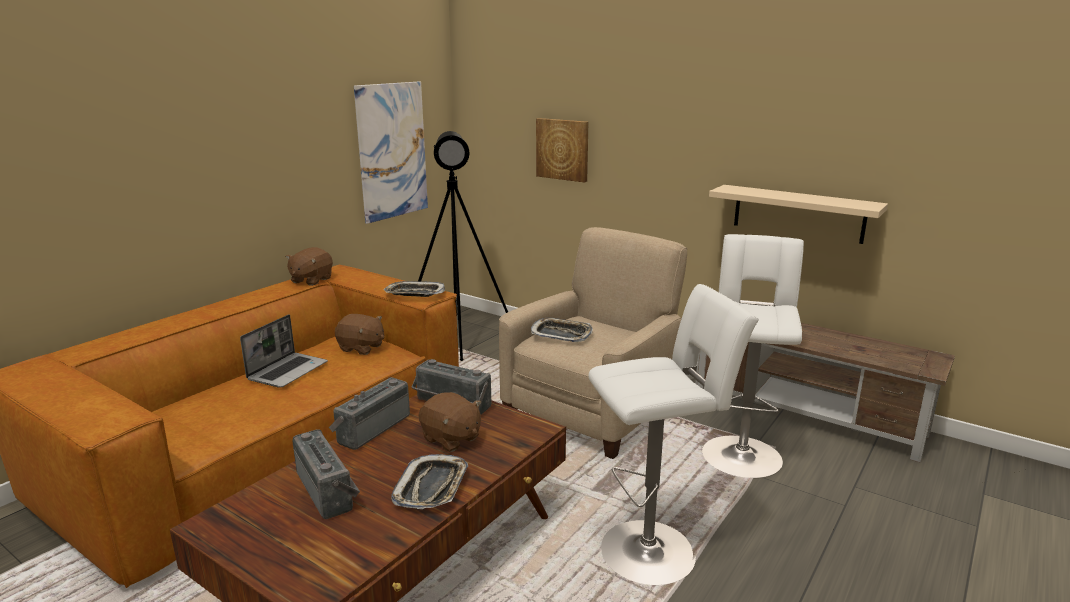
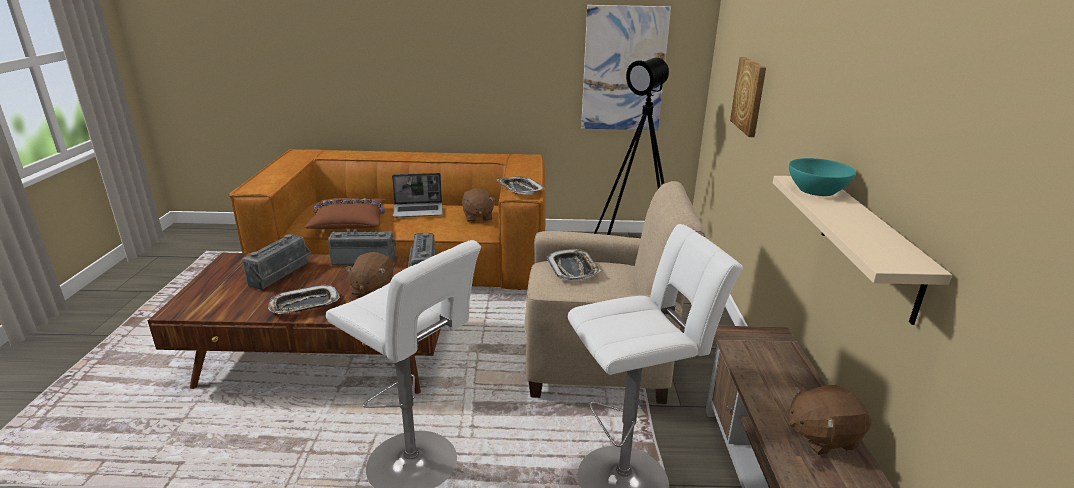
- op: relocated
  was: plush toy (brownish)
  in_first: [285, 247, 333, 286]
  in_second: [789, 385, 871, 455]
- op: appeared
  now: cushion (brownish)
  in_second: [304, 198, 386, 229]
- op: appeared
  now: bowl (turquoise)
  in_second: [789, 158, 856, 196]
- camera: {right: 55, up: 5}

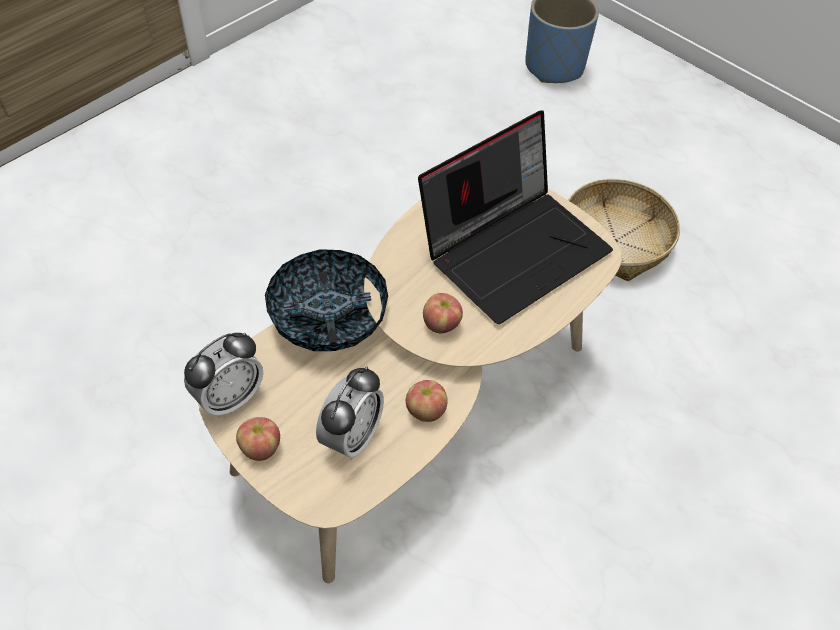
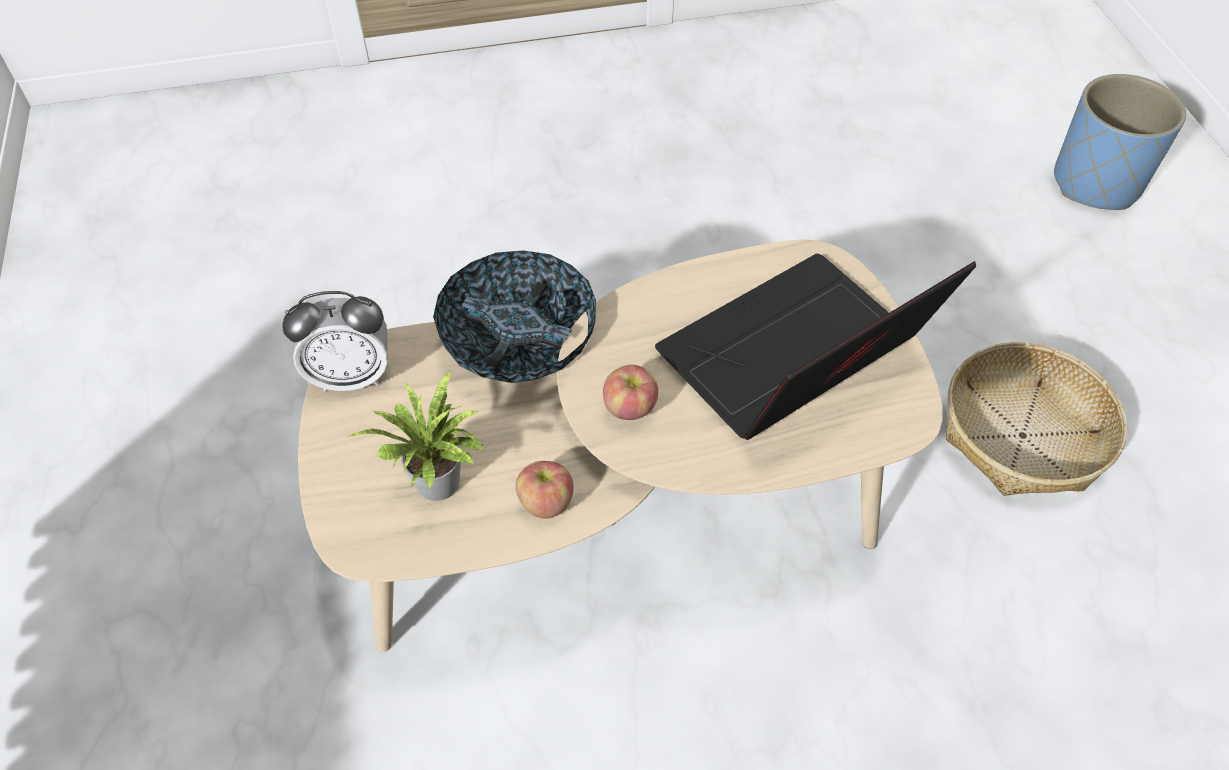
- op: missing
  was: apple
  in_first: [236, 417, 280, 461]
- op: exchanged
  was: bedside clock
  now: potted plant
  in_first: [316, 366, 384, 460]
  in_second: [349, 370, 485, 501]
- op: spun
  was: notebook computer
  in_first: [418, 110, 613, 324]
  in_second: [655, 254, 976, 440]
  clockwise: 150
- camera: {right: 35, up: 0}

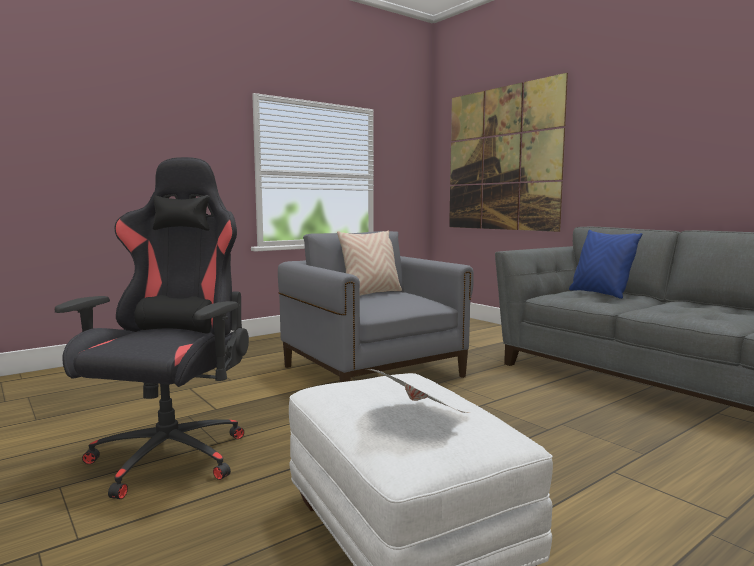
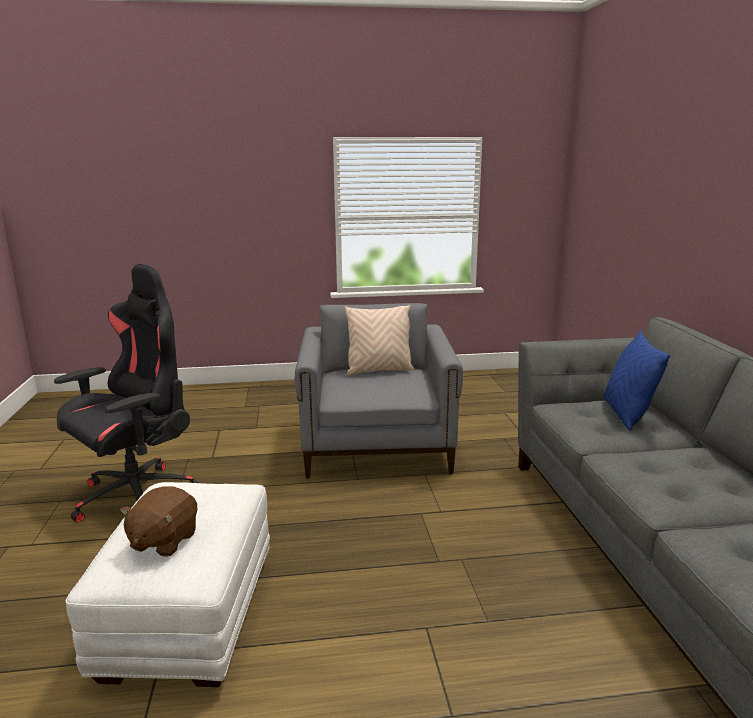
- op: exchanged
  was: newspaper
  now: plush toy (brownish)
  in_first: [365, 369, 470, 413]
  in_second: [120, 486, 197, 557]
- op: missing
  was: picture
  in_first: [449, 73, 568, 232]
- camera: {right: 30, up: 10}

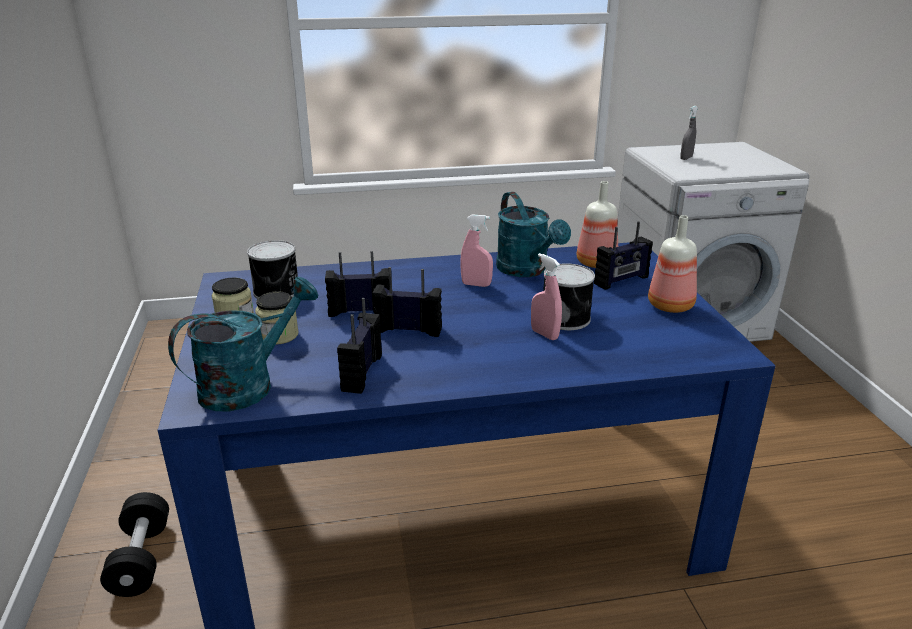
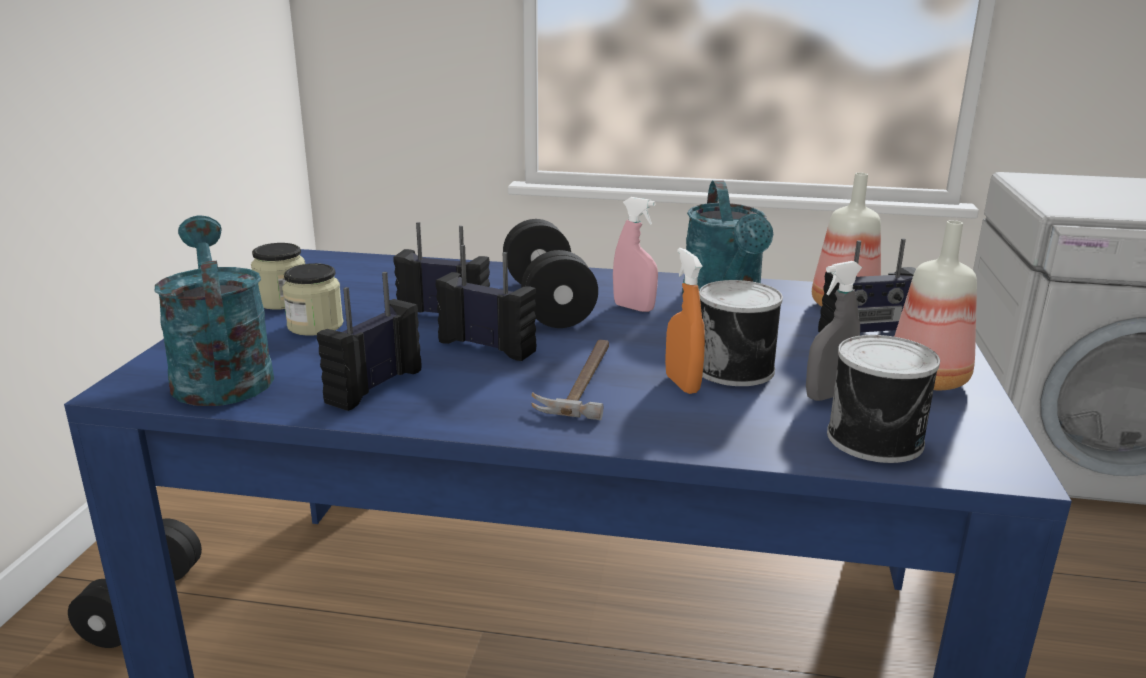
- op: spun
  was: watering can (turquoise)
  in_first: [168, 277, 319, 411]
  in_second: [155, 215, 274, 406]
  clockwise: -90
- op: relocated
  was: can
  in_first: [247, 240, 298, 299]
  in_second: [827, 335, 940, 463]
- op: colour
  was: spray bottle (pinkish)
  now: spray bottle (orange-coloured)
  in_first: [531, 253, 562, 340]
  in_second: [665, 248, 705, 394]
- op: relocated
  was: spray bottle (gray)
  in_first: [680, 106, 698, 160]
  in_second: [806, 261, 862, 401]
- op: appeared
  now: dumbbell (black)
  in_second: [503, 219, 598, 328]
- op: appeared
  now: hammer
  in_second: [531, 340, 609, 420]
- camera: {right: 20, up: -5}

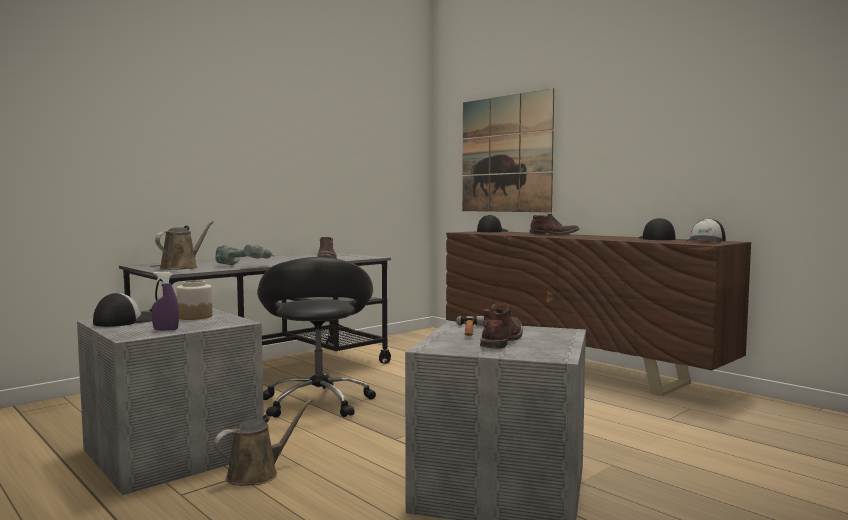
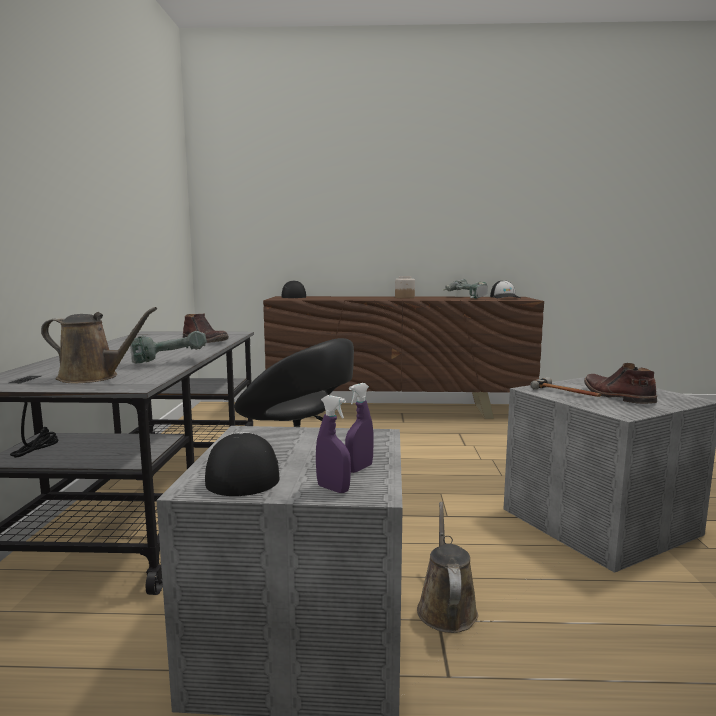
- op: spun
  was: watering can (brownish)
  in_first: [155, 221, 214, 270]
  in_second: [41, 307, 157, 383]
  clockwise: 120
- op: relocated
  was: jar
  in_first: [177, 280, 212, 320]
  in_second: [395, 276, 415, 298]
- op: missing
  was: picture
  in_first: [462, 88, 554, 212]
- op: missing
  was: high-top boot (brownish)
  in_first: [529, 214, 579, 235]
- op: exchanged
  was: cap
  now: electric drill
  in_first: [638, 218, 675, 240]
  in_second: [443, 279, 488, 299]
- op: appeared
  now: spray bottle (purple)
  in_second: [316, 395, 351, 493]
- camera: {right: -45, up: 5}

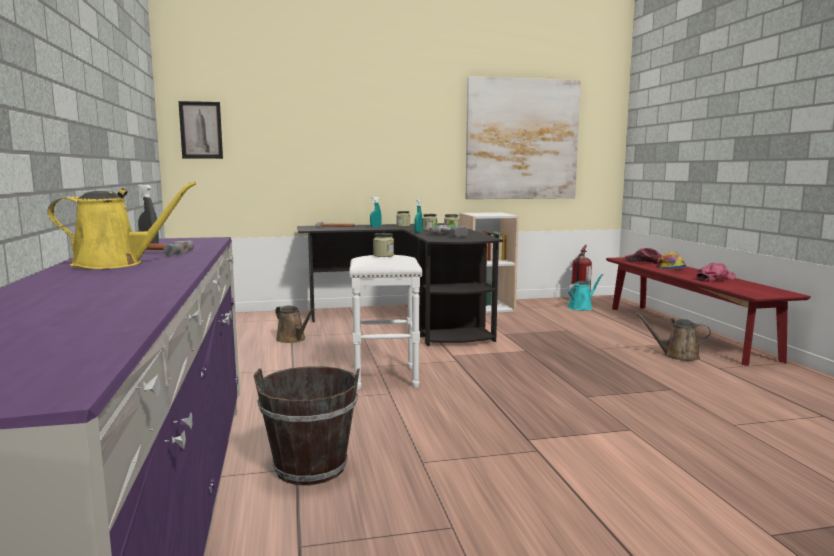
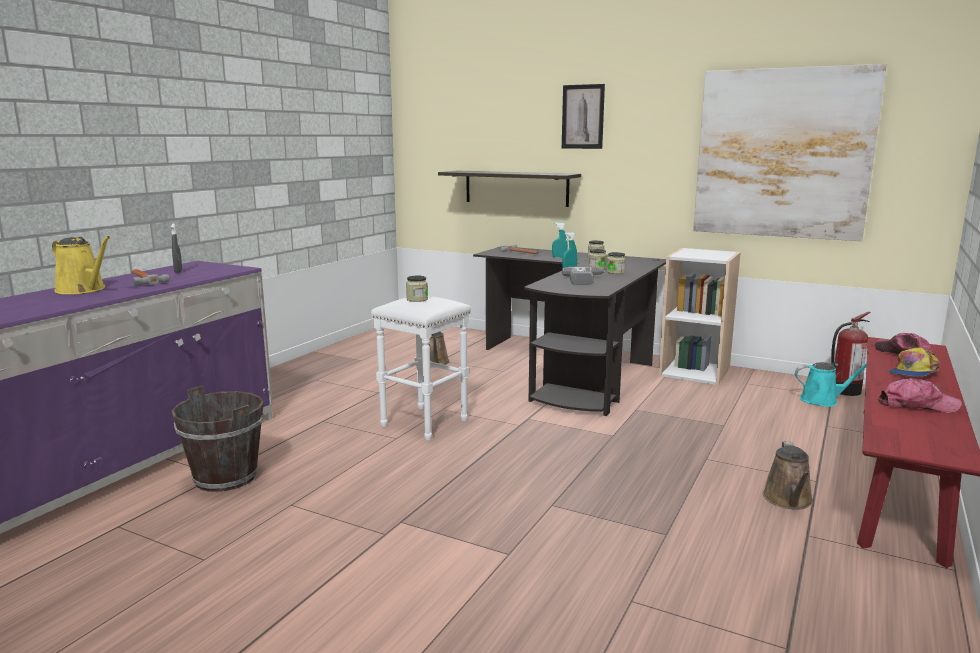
- op: relocated
  was: picture
  in_first: [179, 101, 223, 159]
  in_second: [562, 84, 605, 149]
- op: spun
  was: watering can (brownish)
  in_first: [635, 312, 711, 361]
  in_second: [763, 441, 813, 510]
  clockwise: -135
- op: appeared
  now: wall shelf
  in_second: [438, 171, 581, 207]
- camera: {right: 40, up: 5}

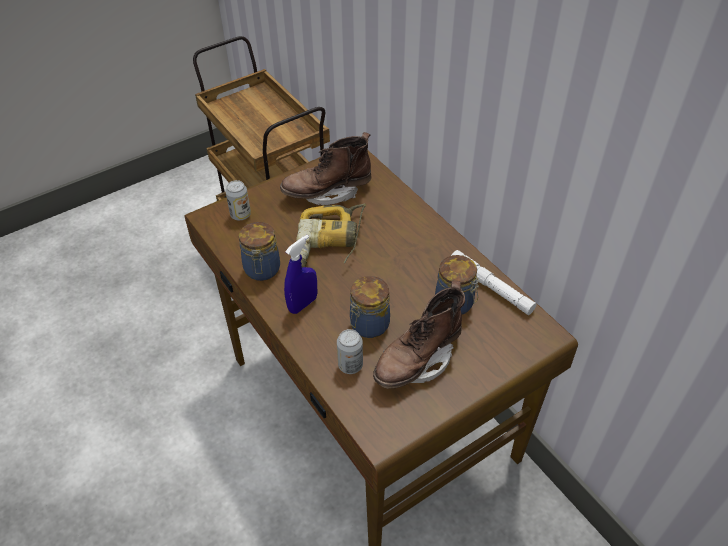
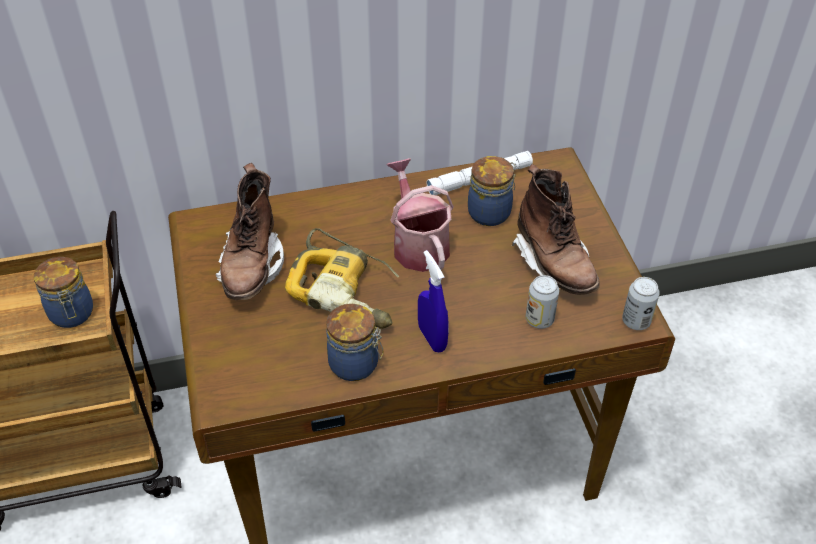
- op: relocated
  was: can
  in_first: [225, 180, 251, 220]
  in_second: [622, 277, 660, 330]
- op: relocated
  was: jar
  in_first: [350, 276, 390, 338]
  in_second: [34, 257, 93, 328]
- op: appeared
  now: watering can
  in_second: [386, 158, 454, 272]
- camera: {right: -70, up: 0}

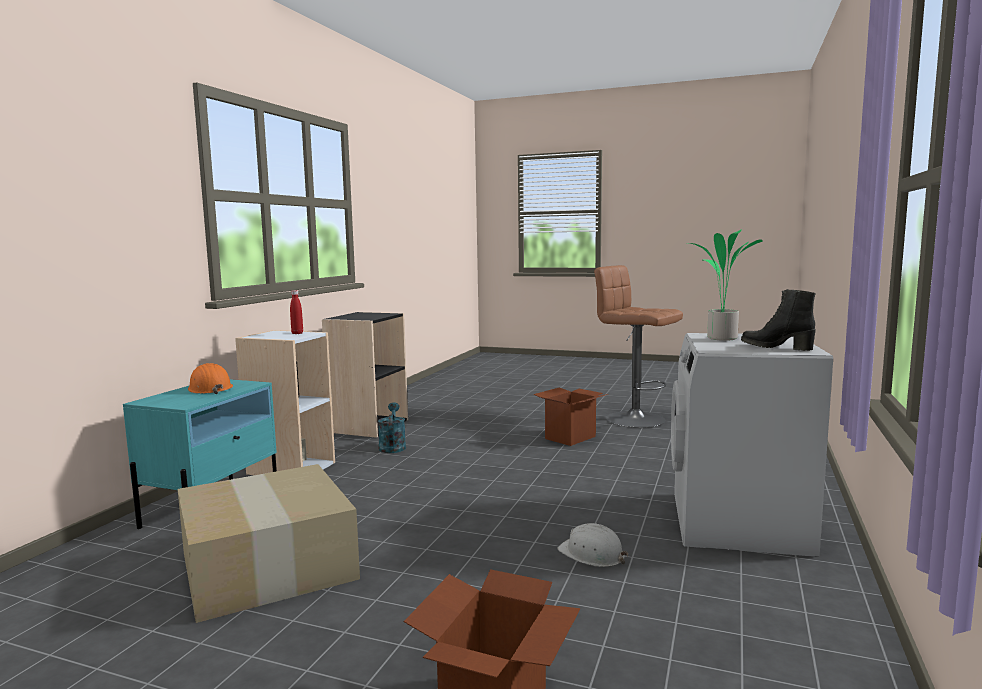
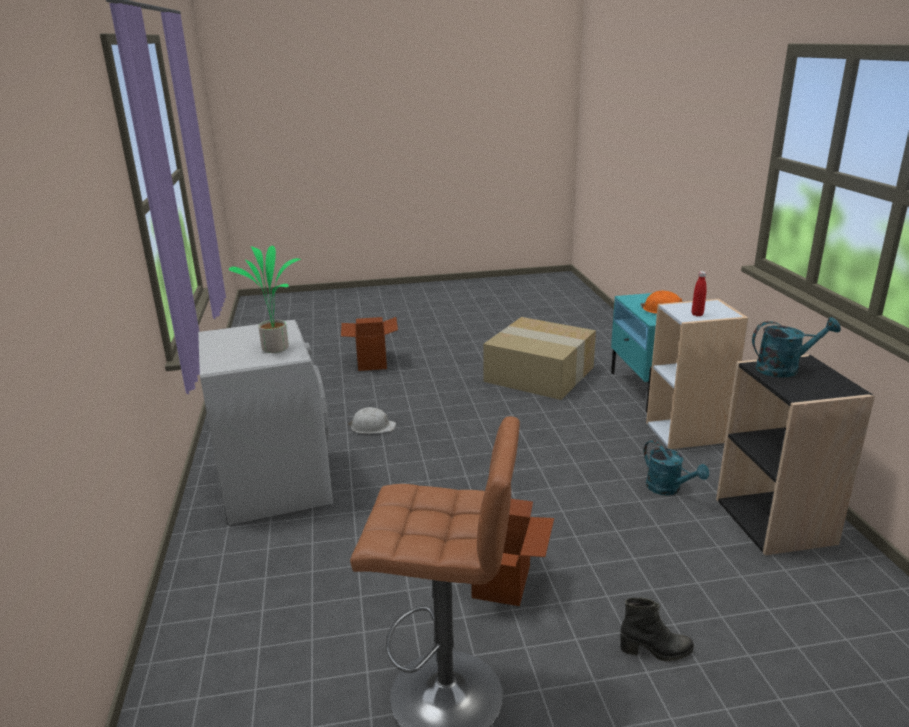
- op: relocated
  was: high-top boot (black)
  in_first: [741, 289, 816, 351]
  in_second: [620, 597, 694, 661]
- op: appeared
  now: watering can (turquoise)
  in_second: [752, 317, 841, 377]
- camera: {right: 150, up: 15}

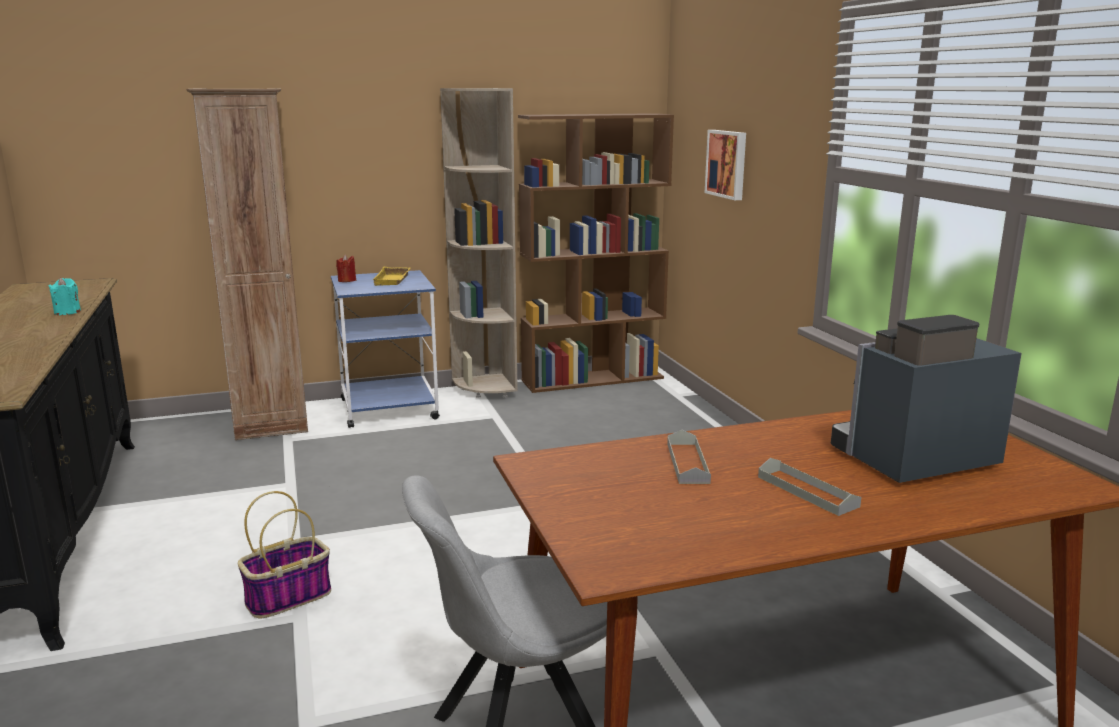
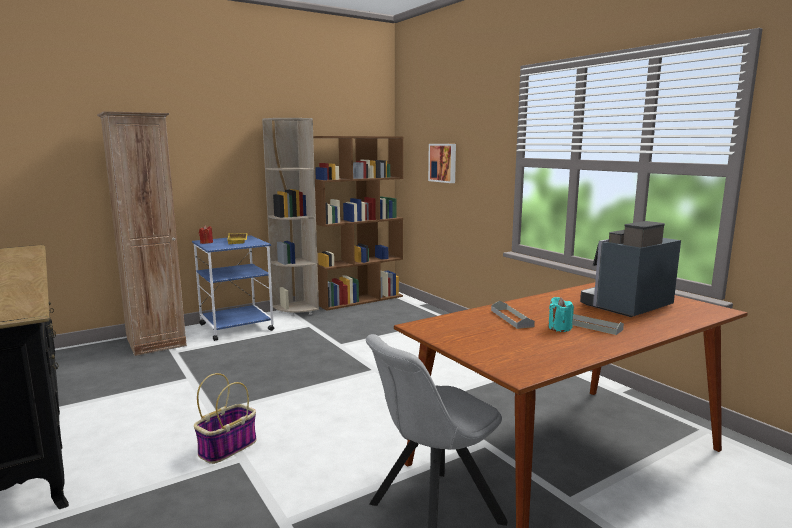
- op: relocated
  was: wax light (turquoise)
  in_first: [48, 278, 81, 315]
  in_second: [549, 297, 574, 332]
- camera: {right: -15, up: -5}

